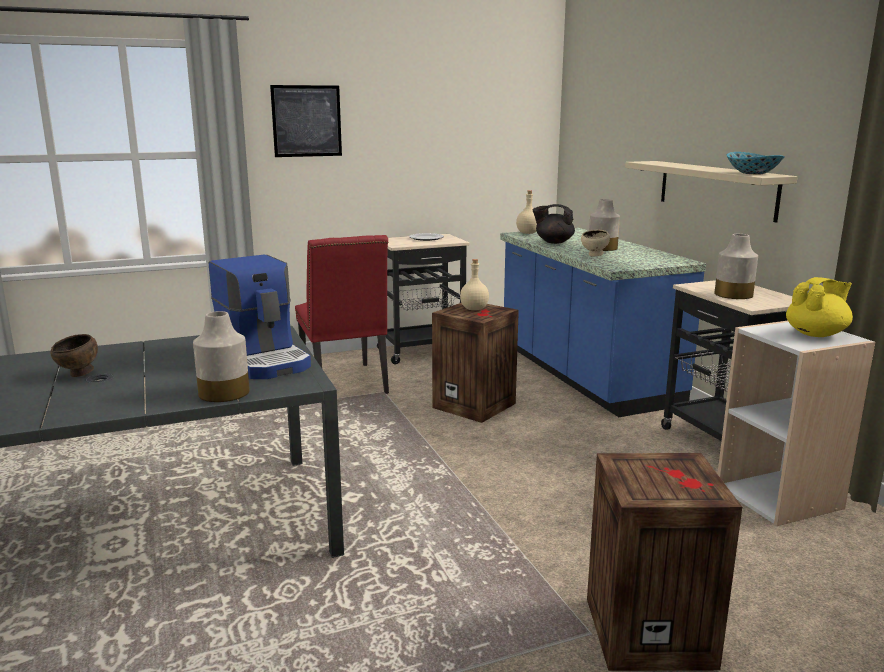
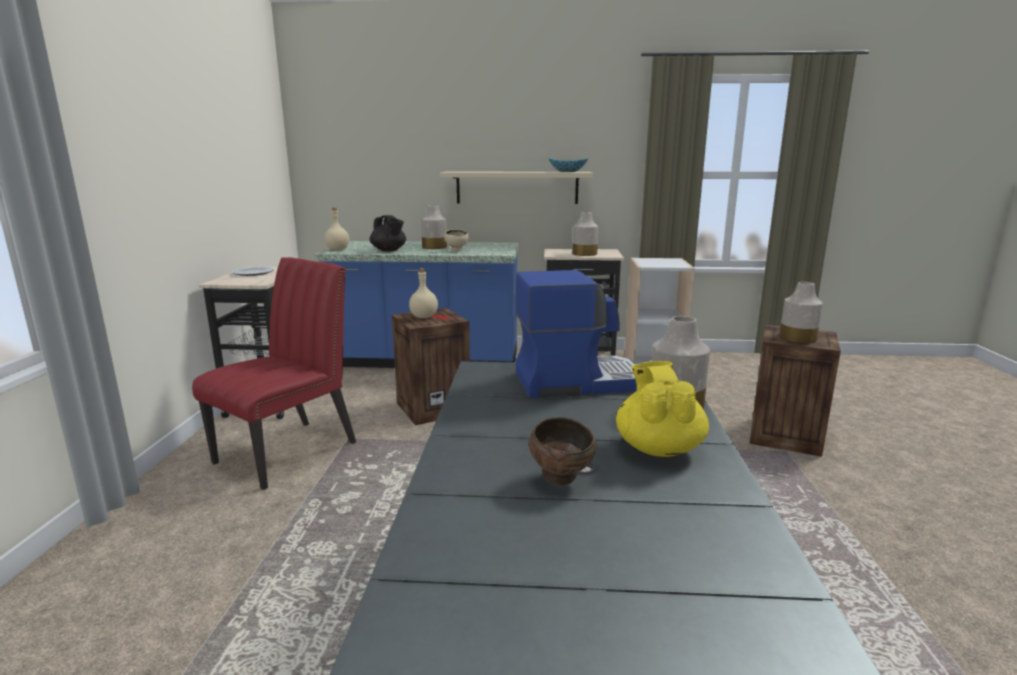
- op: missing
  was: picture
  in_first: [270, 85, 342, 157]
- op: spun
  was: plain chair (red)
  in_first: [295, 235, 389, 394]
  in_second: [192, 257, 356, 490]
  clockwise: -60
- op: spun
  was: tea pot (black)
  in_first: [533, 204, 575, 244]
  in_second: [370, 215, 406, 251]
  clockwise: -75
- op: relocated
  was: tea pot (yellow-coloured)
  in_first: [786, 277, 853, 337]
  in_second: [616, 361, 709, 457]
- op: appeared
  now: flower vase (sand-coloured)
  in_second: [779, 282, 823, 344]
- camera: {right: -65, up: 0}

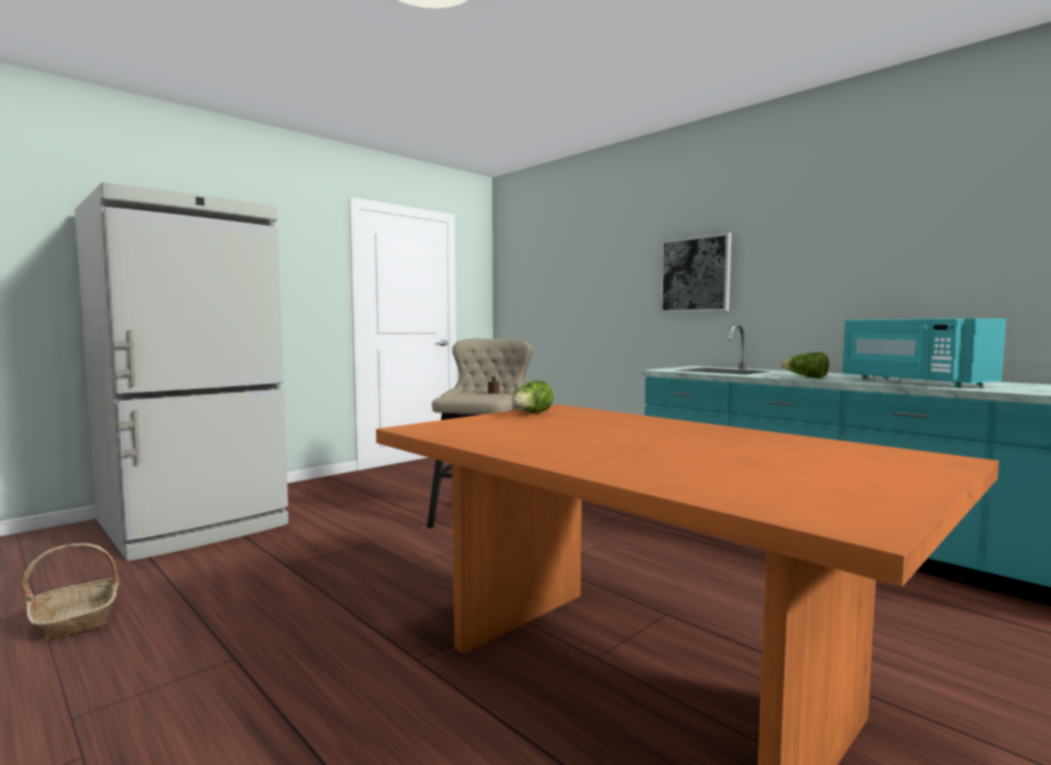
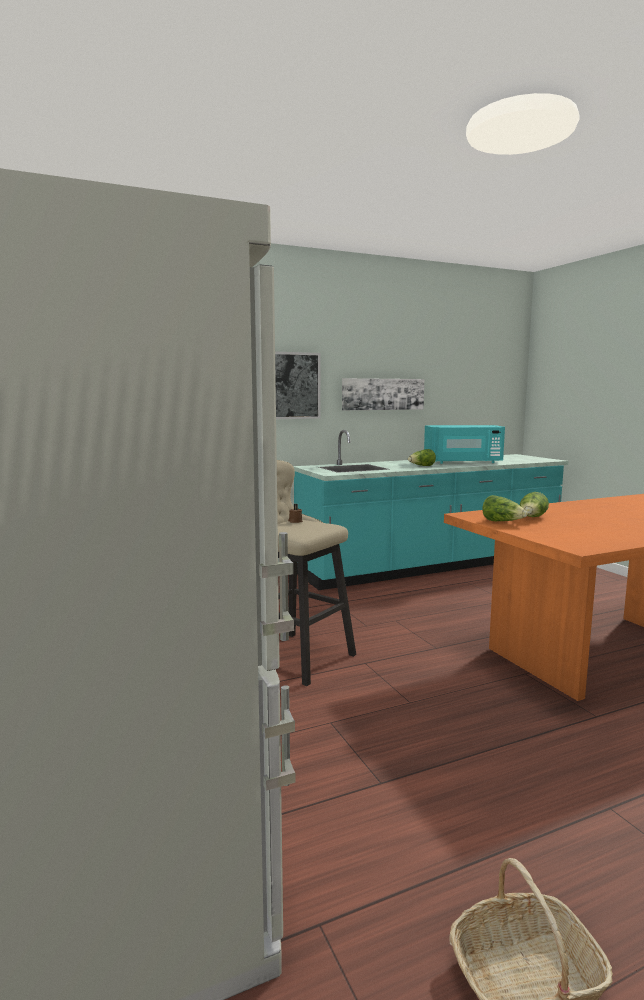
- op: appeared
  now: picture
  in_second: [342, 378, 424, 410]
- op: appeared
  now: lettuce
  in_second: [520, 492, 549, 517]
- camera: {right: -70, up: 5}

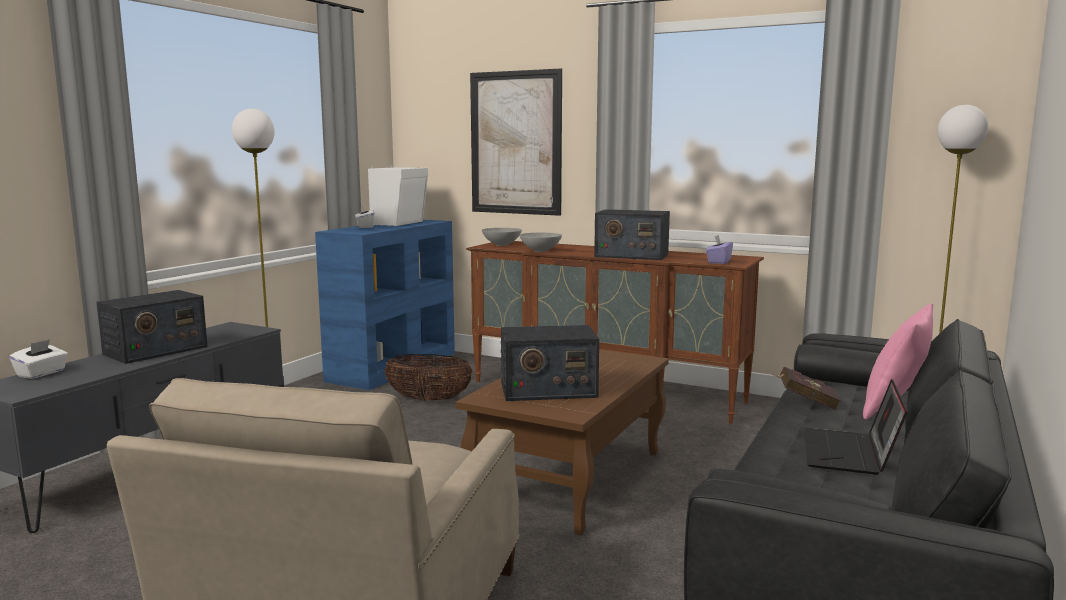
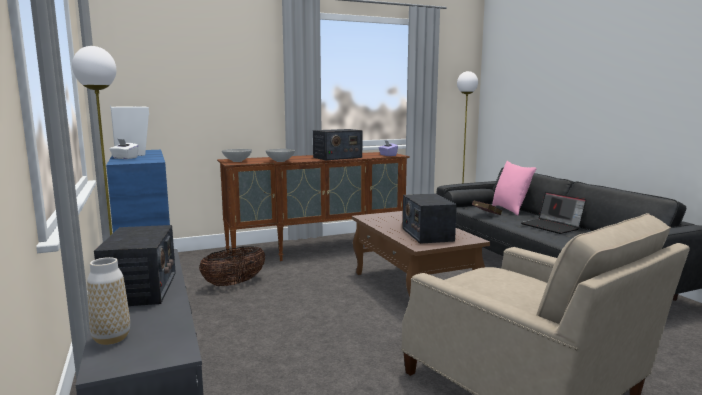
- op: exchanged
  was: box of tissues (whitish)
  now: flower vase
  in_first: [9, 339, 68, 379]
  in_second: [87, 257, 130, 345]
- op: missing
  was: picture
  in_first: [470, 68, 562, 216]
- op: spun
  was: radio
  in_first: [500, 325, 599, 401]
  in_second: [403, 194, 457, 244]
  clockwise: 135
- camera: {right: -50, up: 0}

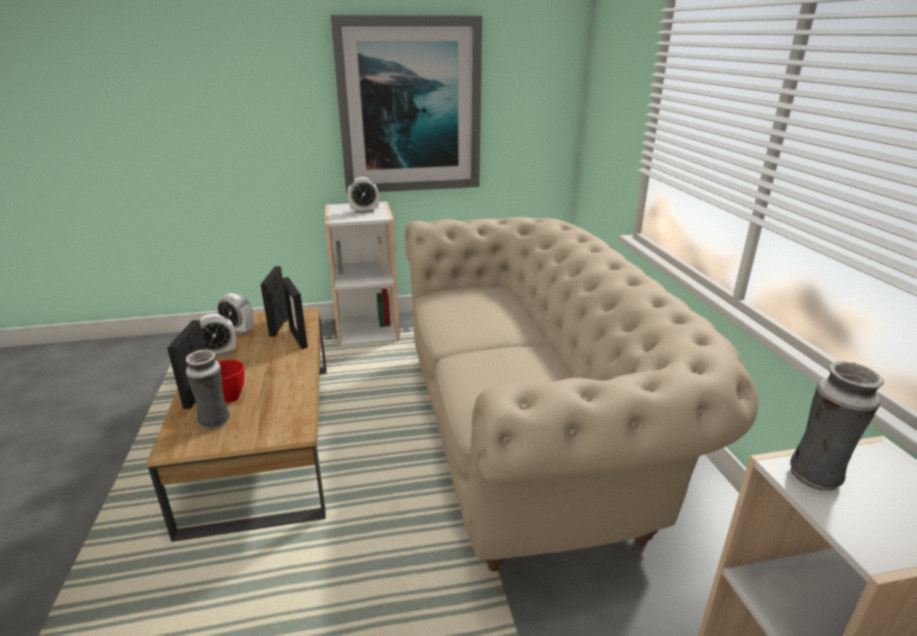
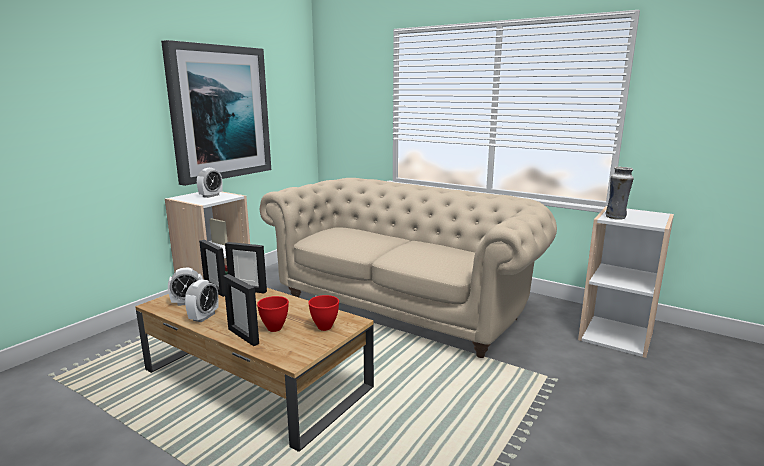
- op: missing
  was: flower vase
  in_first: [186, 350, 230, 429]
- op: appeared
  now: bowl (red)
  in_second: [308, 295, 339, 331]
- camera: {right: -45, up: -10}

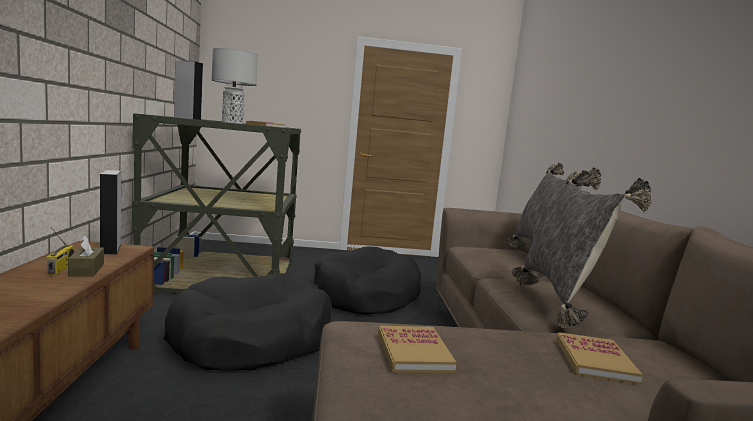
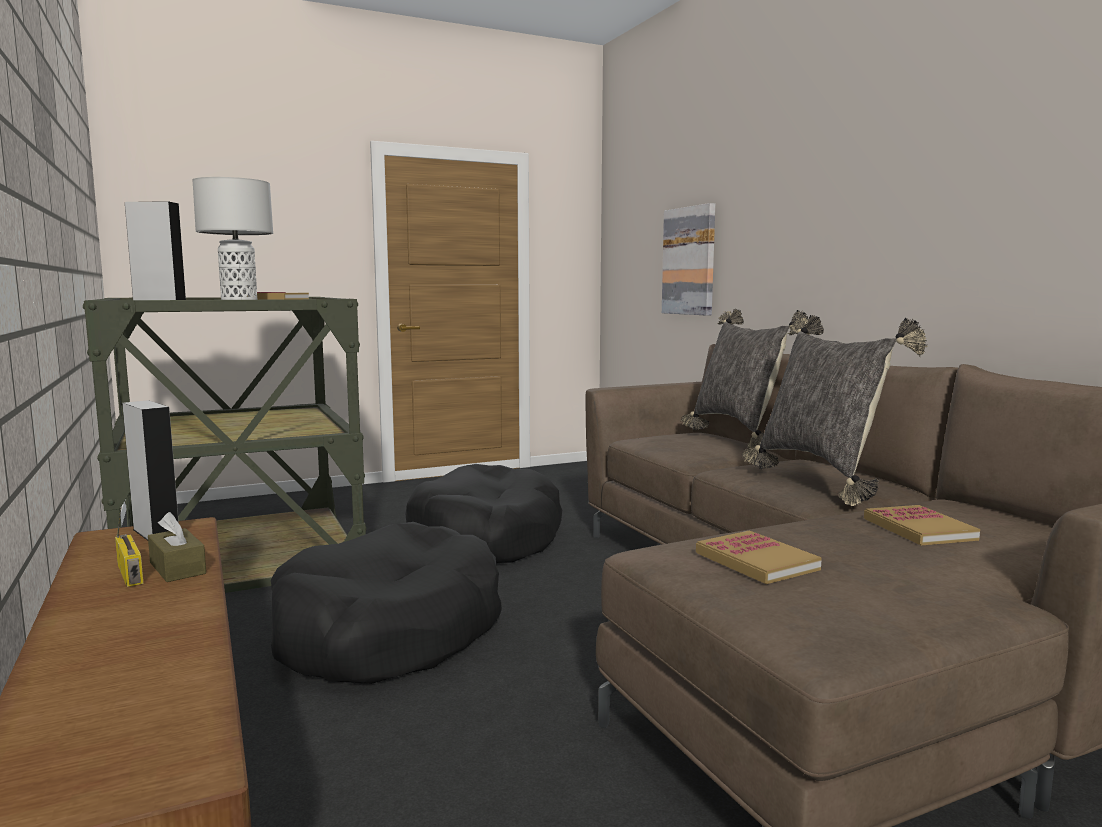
- op: appeared
  now: picture
  in_second: [662, 203, 715, 316]
- camera: {right: -20, up: 0}

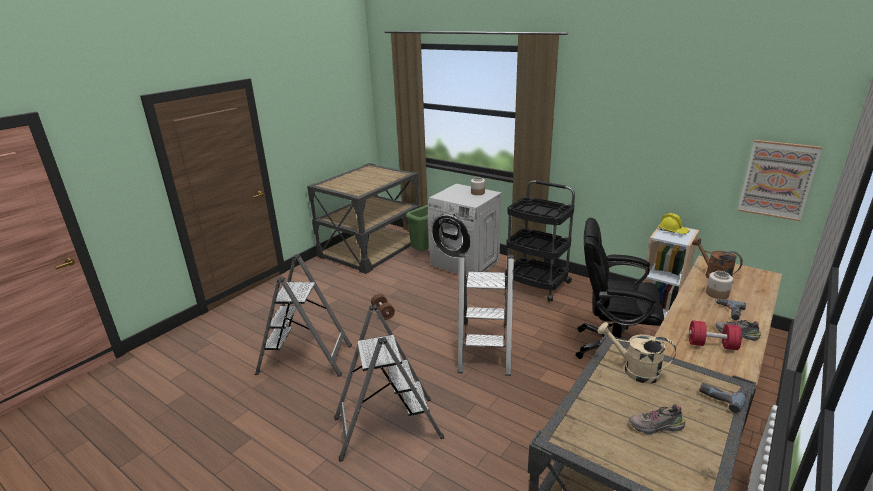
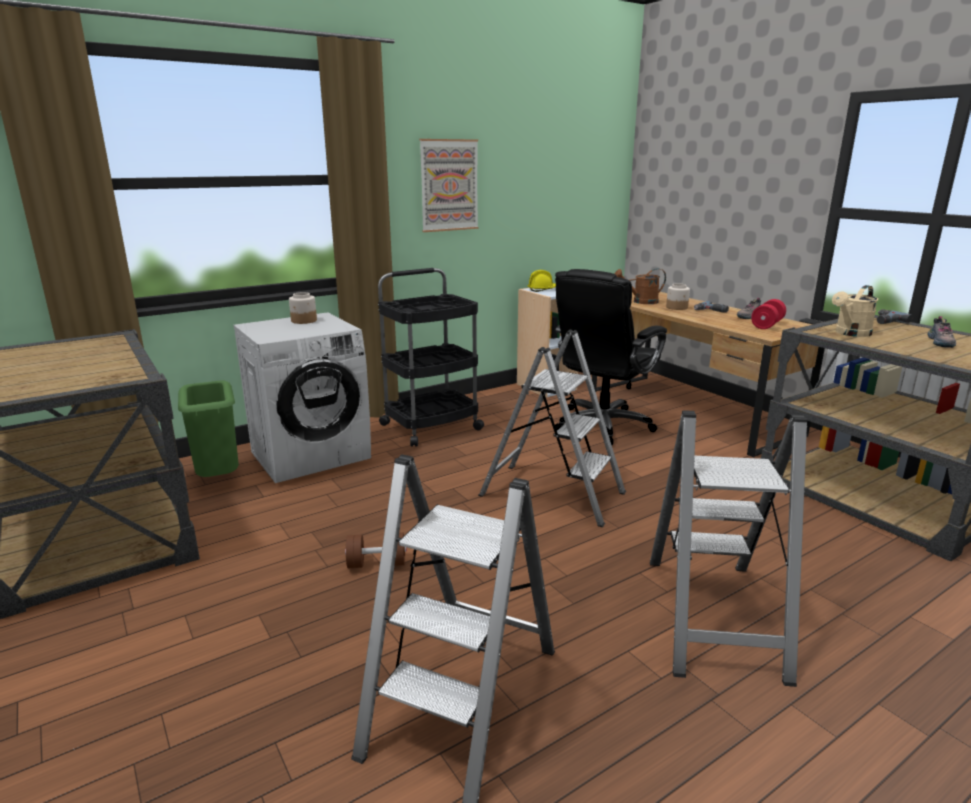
- op: relocated
  was: picture
  in_first: [737, 140, 822, 221]
  in_second: [419, 139, 478, 232]
- camera: {right: -70, up: -5}

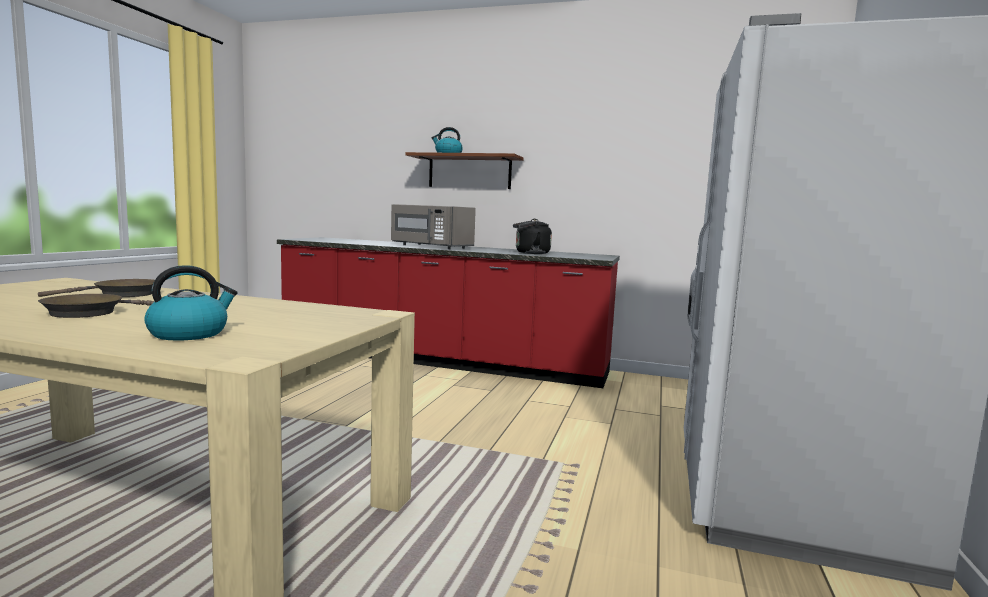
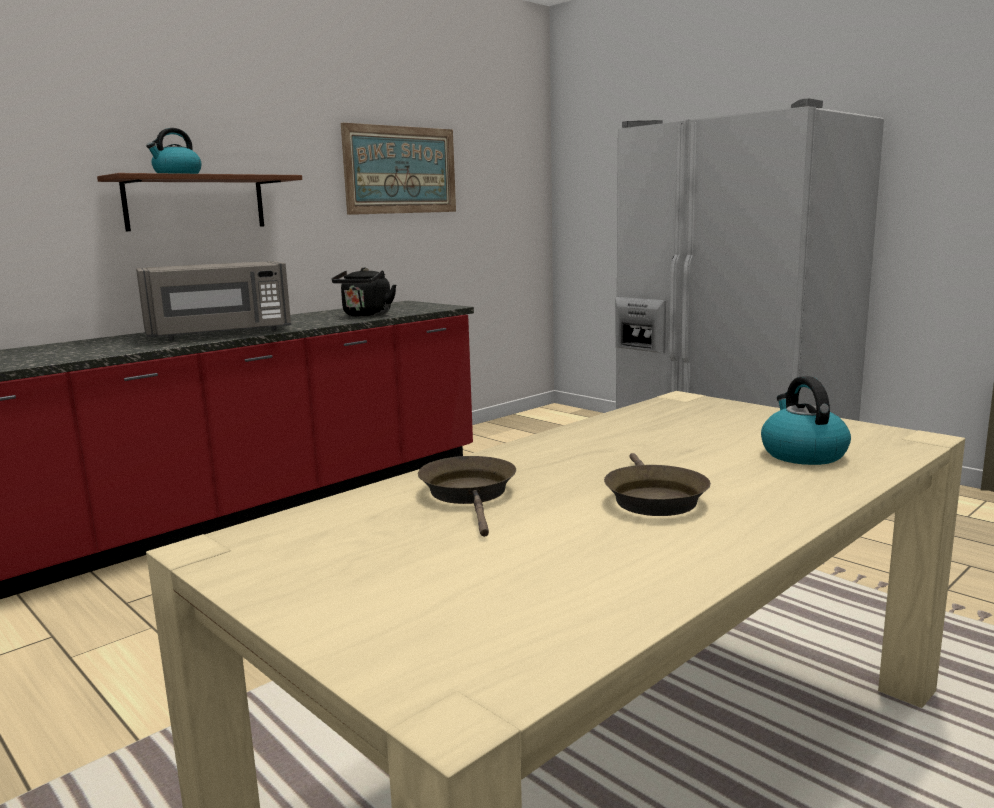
- op: appeared
  now: picture
  in_second: [341, 123, 456, 215]
- camera: {right: -60, up: 5}

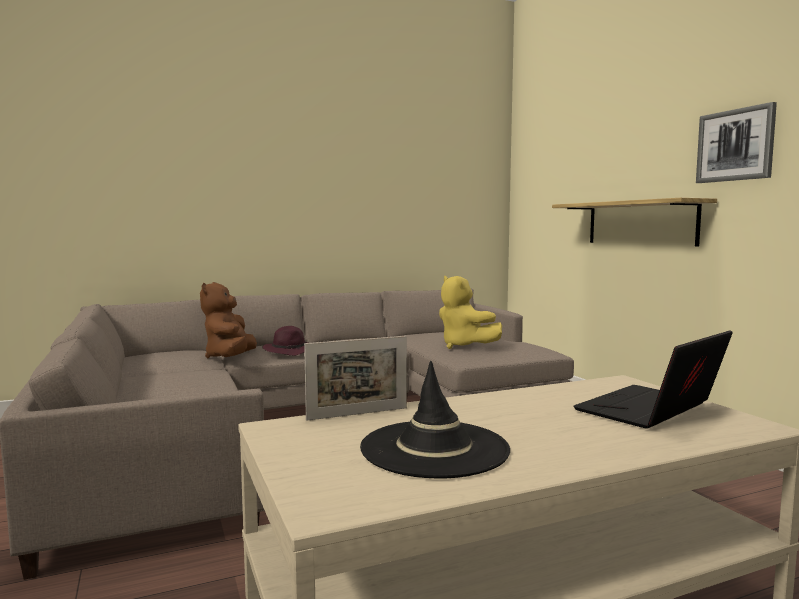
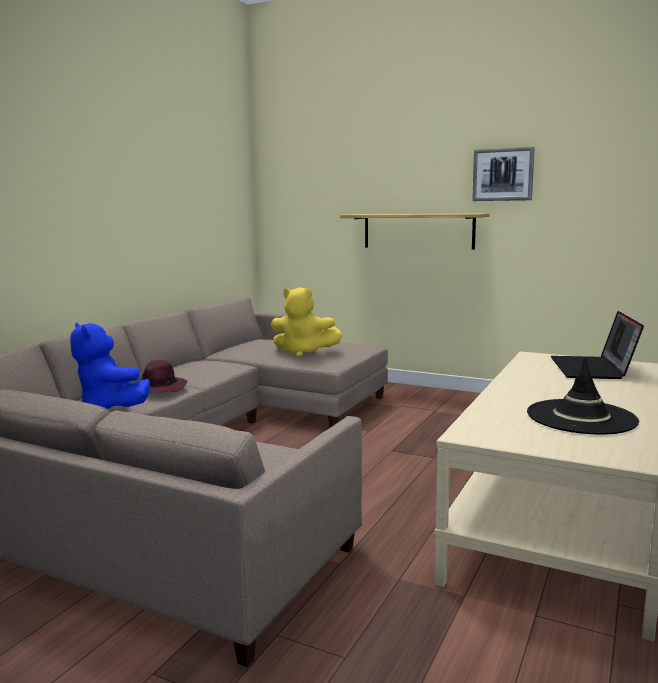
- op: colour
  was: plush toy (brownish)
  now: plush toy (blue)
  in_first: [200, 282, 257, 358]
  in_second: [70, 323, 150, 409]
- op: missing
  was: picture frame
  in_first: [304, 336, 407, 421]
- camera: {right: -40, up: 5}

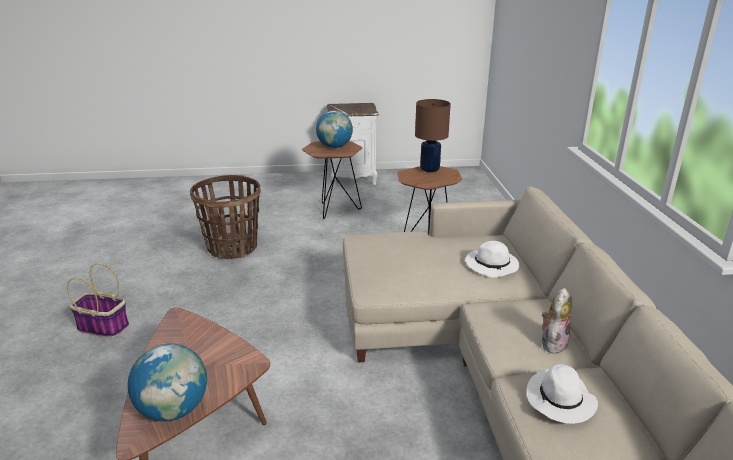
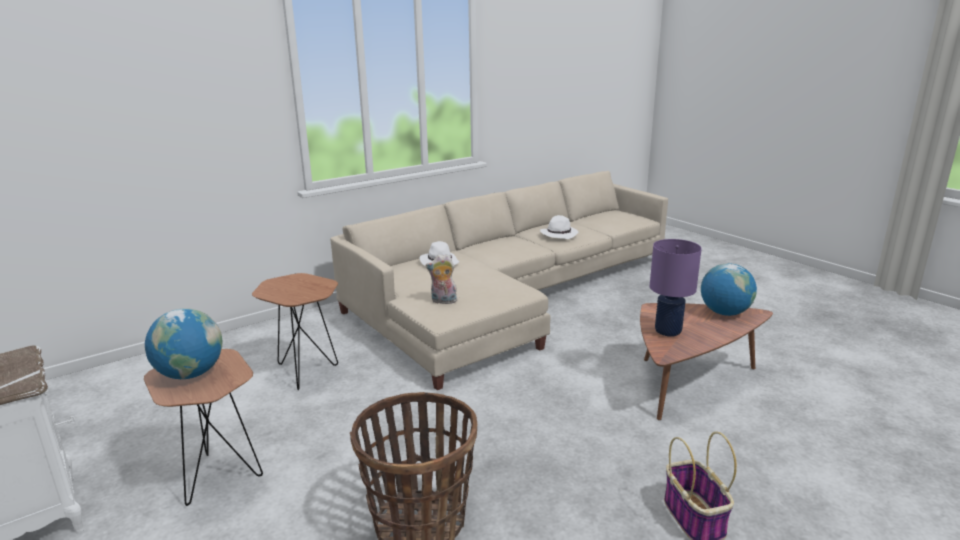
- op: missing
  was: lamp for a table (brownish)
  in_first: [415, 99, 451, 172]
- op: relocated
  was: plush toy
  in_first: [542, 288, 572, 354]
  in_second: [426, 254, 457, 304]
- op: appeared
  now: lamp for a table (purple)
  in_second: [650, 239, 702, 337]
- camera: {right: -120, up: -5}

